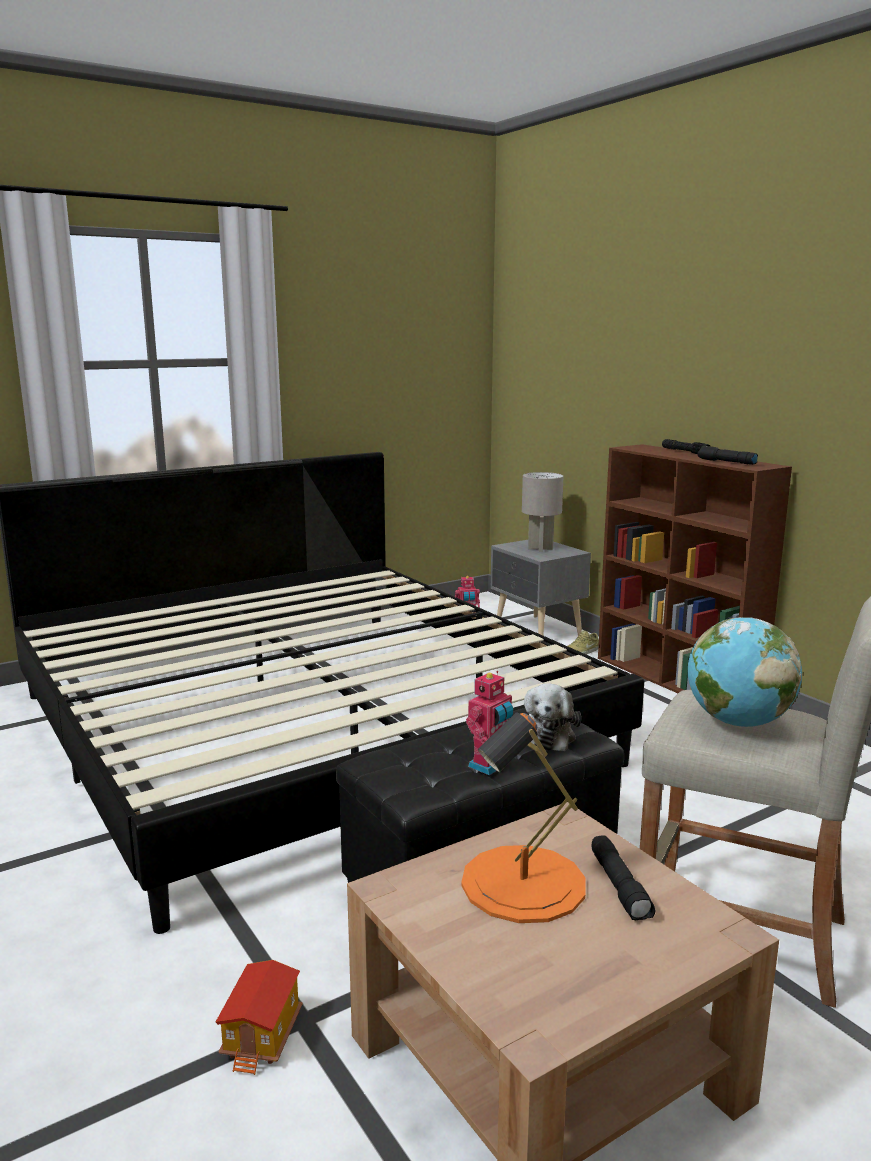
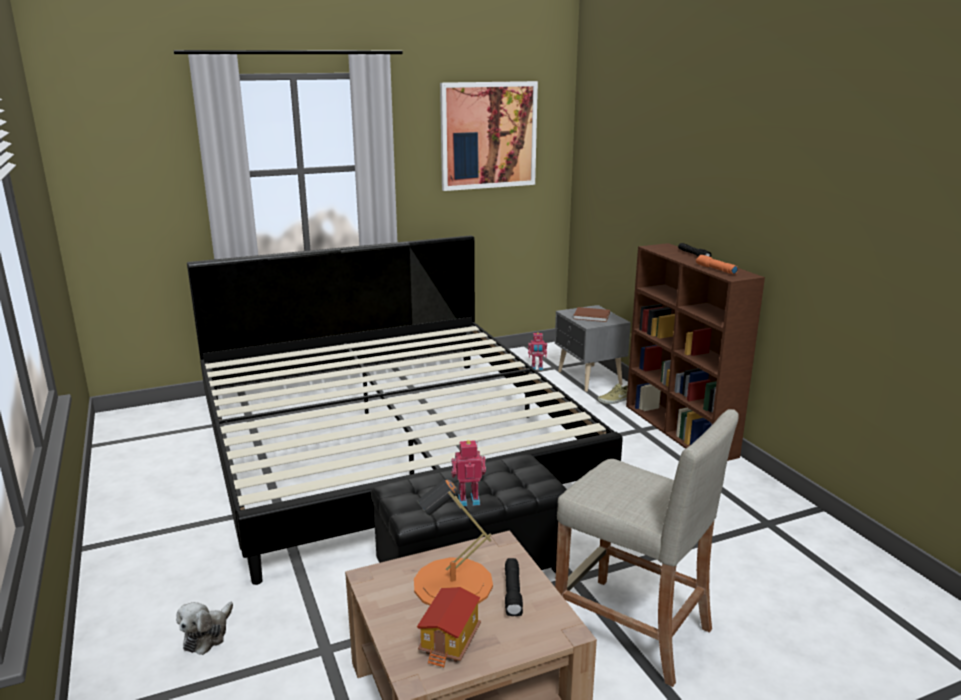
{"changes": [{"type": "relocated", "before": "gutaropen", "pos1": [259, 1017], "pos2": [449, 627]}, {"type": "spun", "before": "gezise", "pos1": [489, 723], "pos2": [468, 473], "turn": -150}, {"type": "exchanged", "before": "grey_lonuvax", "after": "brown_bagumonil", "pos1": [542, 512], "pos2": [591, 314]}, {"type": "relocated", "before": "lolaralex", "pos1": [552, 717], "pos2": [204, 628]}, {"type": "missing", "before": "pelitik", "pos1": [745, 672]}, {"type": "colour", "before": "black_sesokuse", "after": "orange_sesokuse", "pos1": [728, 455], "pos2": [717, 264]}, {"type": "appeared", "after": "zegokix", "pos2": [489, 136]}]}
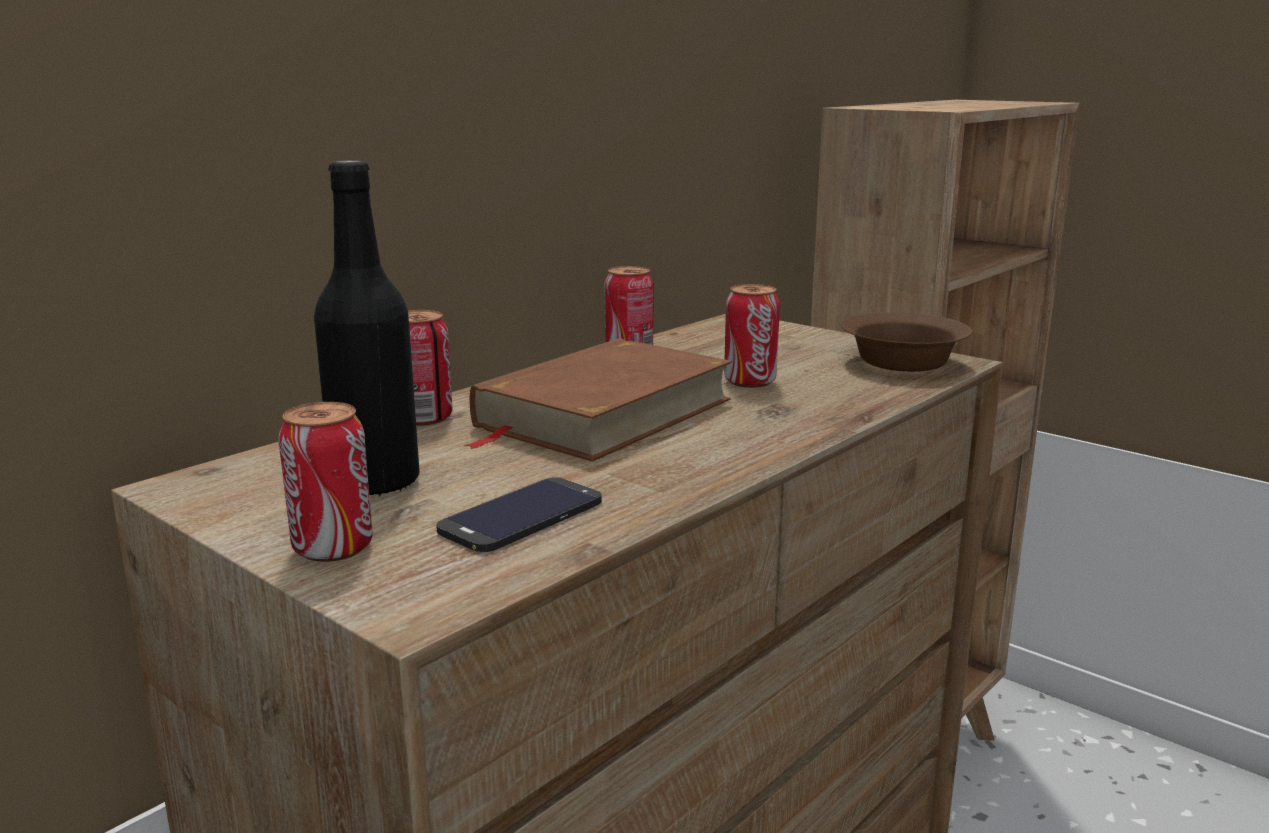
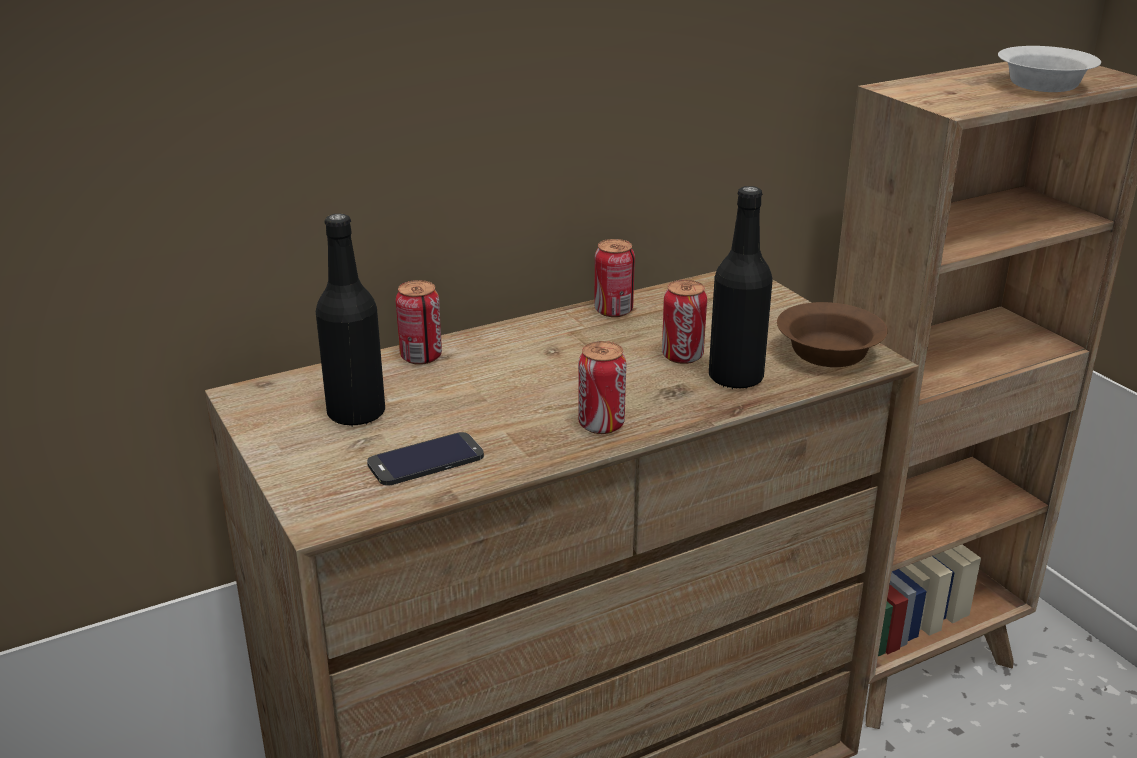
{"changes": [{"type": "relocated", "before": "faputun", "pos1": [325, 482], "pos2": [602, 387]}, {"type": "missing", "before": "brown_bagumonil", "pos1": [598, 399]}, {"type": "appeared", "after": "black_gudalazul", "pos2": [740, 287]}, {"type": "appeared", "after": "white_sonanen", "pos2": [1049, 69]}]}
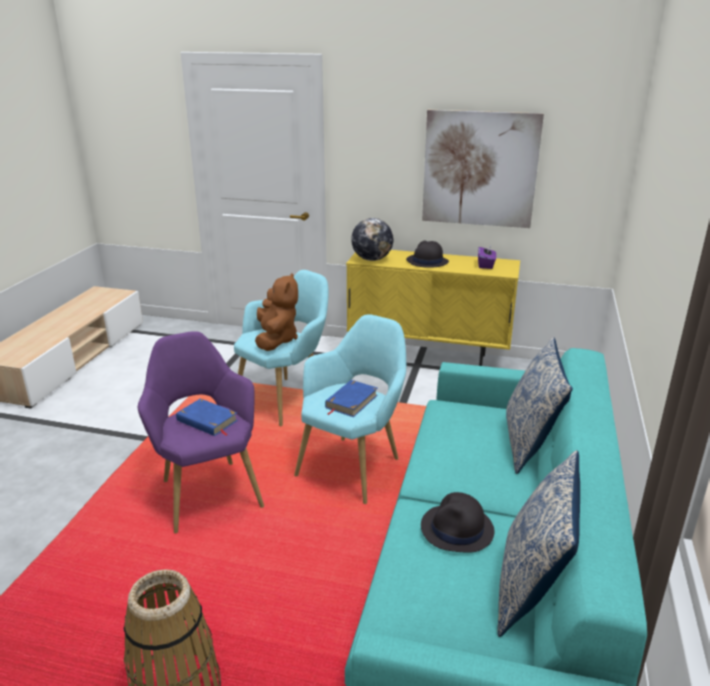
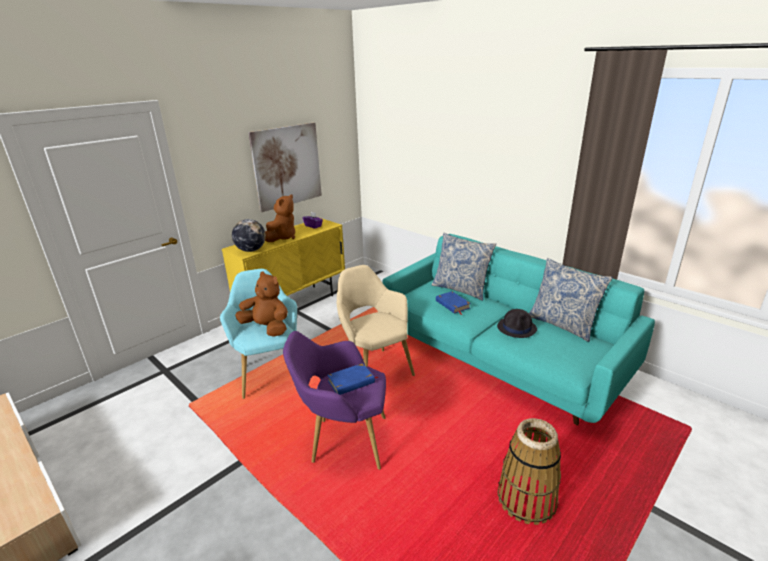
{"changes": [{"type": "colour", "before": "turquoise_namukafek", "after": "beige_namukafek", "pos1": [350, 409], "pos2": [376, 320]}, {"type": "relocated", "before": "blue_bagumonil", "pos1": [351, 398], "pos2": [453, 303]}, {"type": "exchanged", "before": "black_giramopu", "after": "brown_lolaralex", "pos1": [427, 254], "pos2": [280, 218]}]}
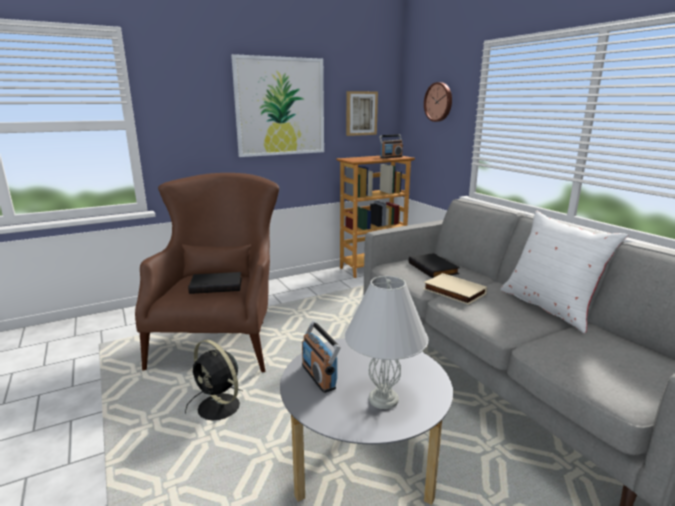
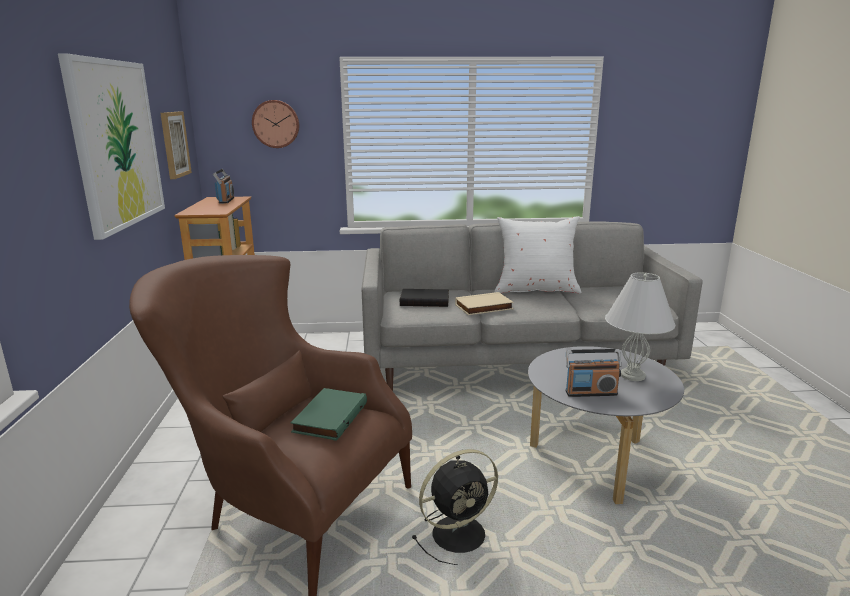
{"changes": [{"type": "colour", "before": "black_bagumonil", "after": "green_bagumonil", "pos1": [215, 283], "pos2": [328, 414]}]}
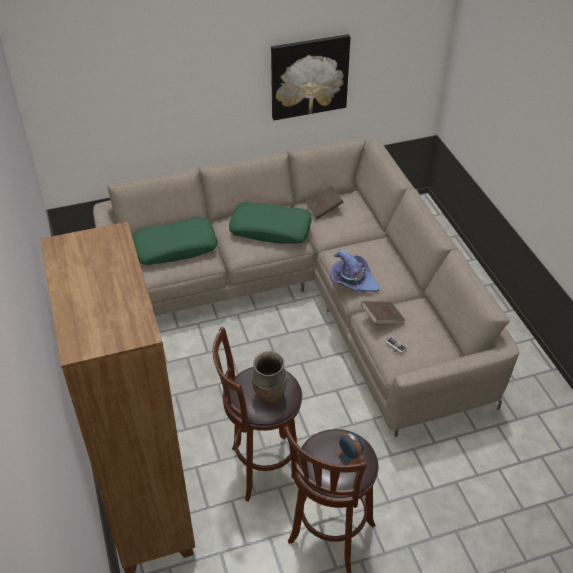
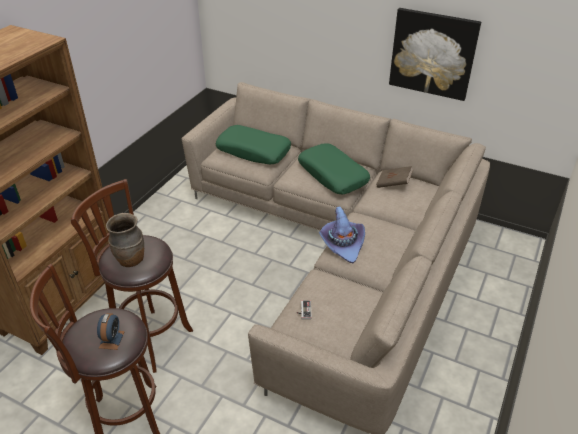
{"changes": [{"type": "missing", "before": "brown_bagumonil", "pos1": [383, 312]}]}
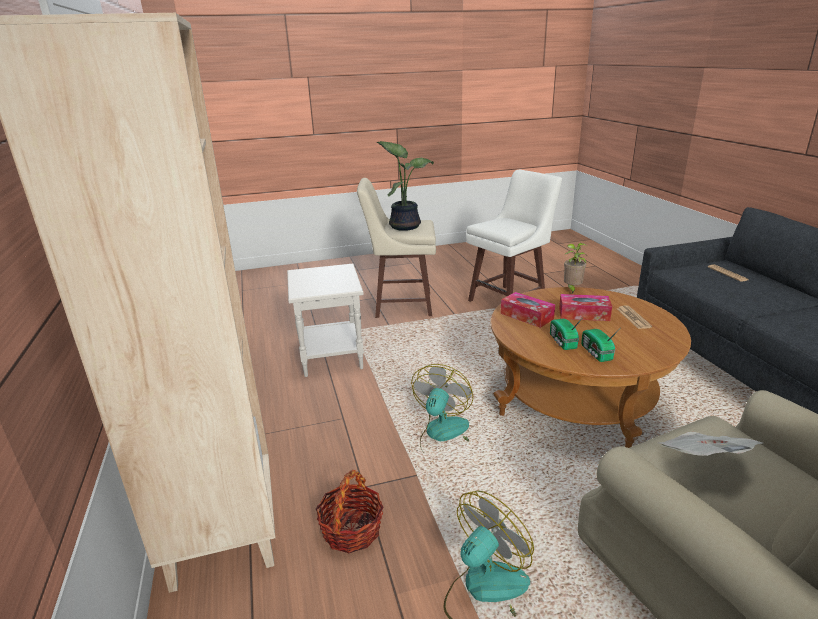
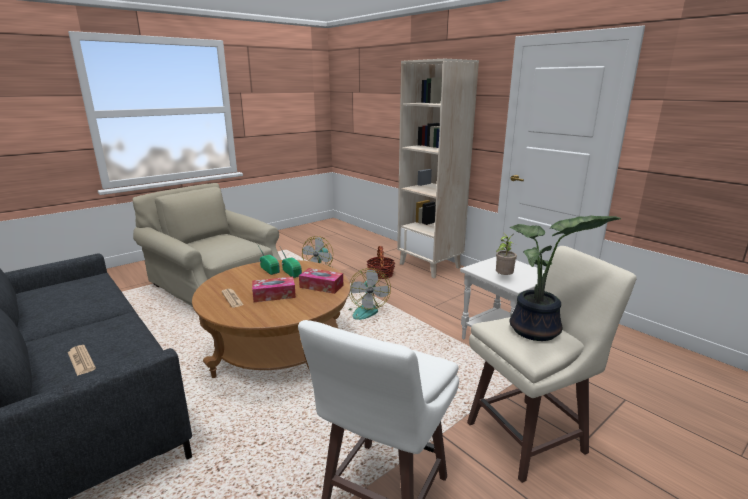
{"changes": [{"type": "relocated", "before": "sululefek", "pos1": [576, 268], "pos2": [506, 253]}, {"type": "missing", "before": "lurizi", "pos1": [710, 444]}]}
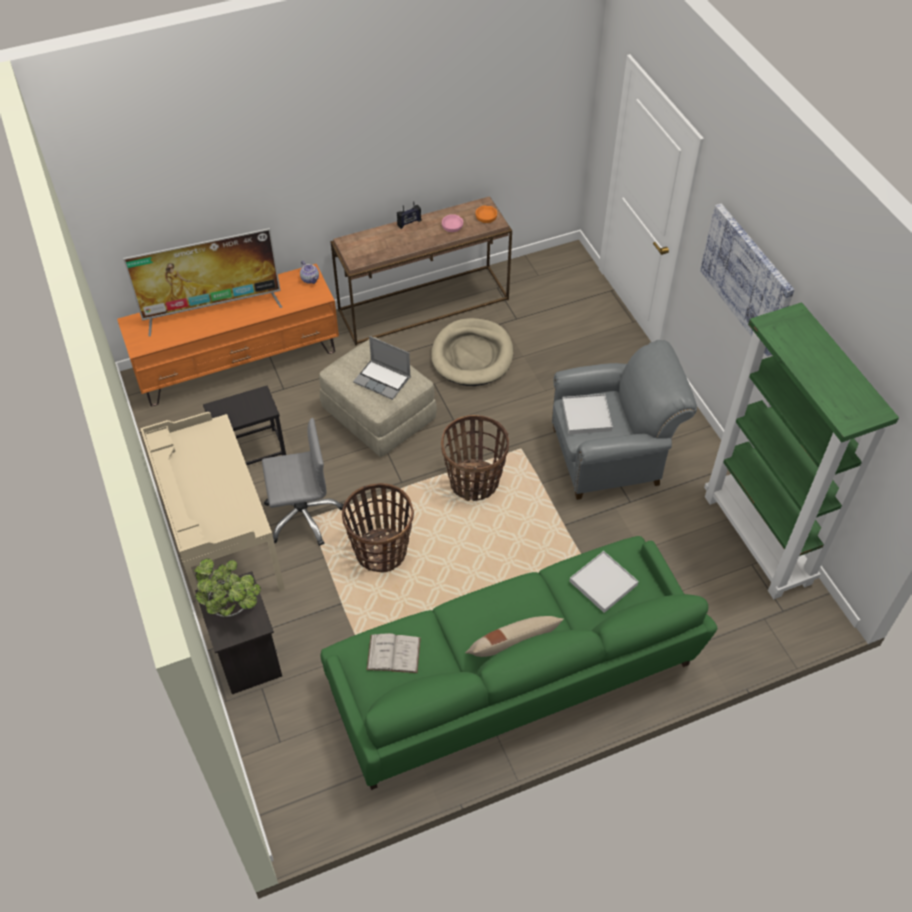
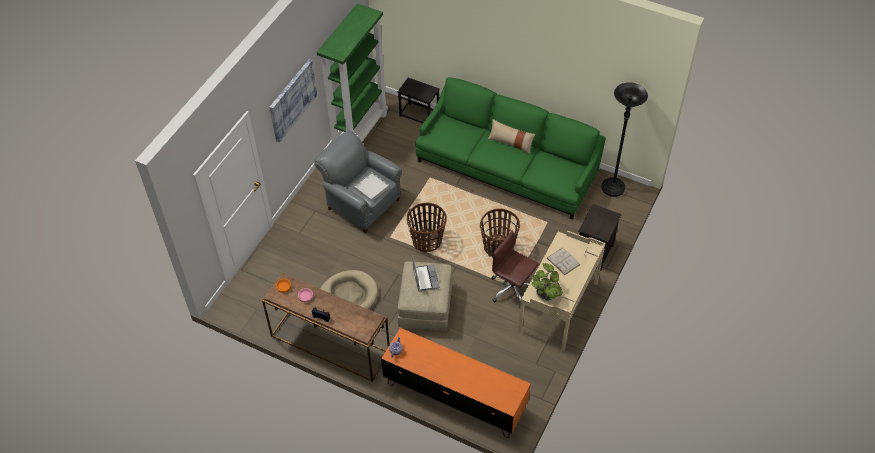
{"changes": [{"type": "missing", "before": "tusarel", "pos1": [202, 282]}, {"type": "relocated", "before": "sululefek", "pos1": [227, 587], "pos2": [547, 282]}, {"type": "relocated", "before": "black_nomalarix", "pos1": [244, 425], "pos2": [419, 100]}, {"type": "colour", "before": "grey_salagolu", "after": "brown_salagolu", "pos1": [303, 482], "pos2": [515, 268]}, {"type": "relocated", "before": "white_bagumonil", "pos1": [394, 653], "pos2": [563, 261]}, {"type": "missing", "before": "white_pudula", "pos1": [603, 582]}, {"type": "appeared", "after": "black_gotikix", "pos2": [624, 139]}]}
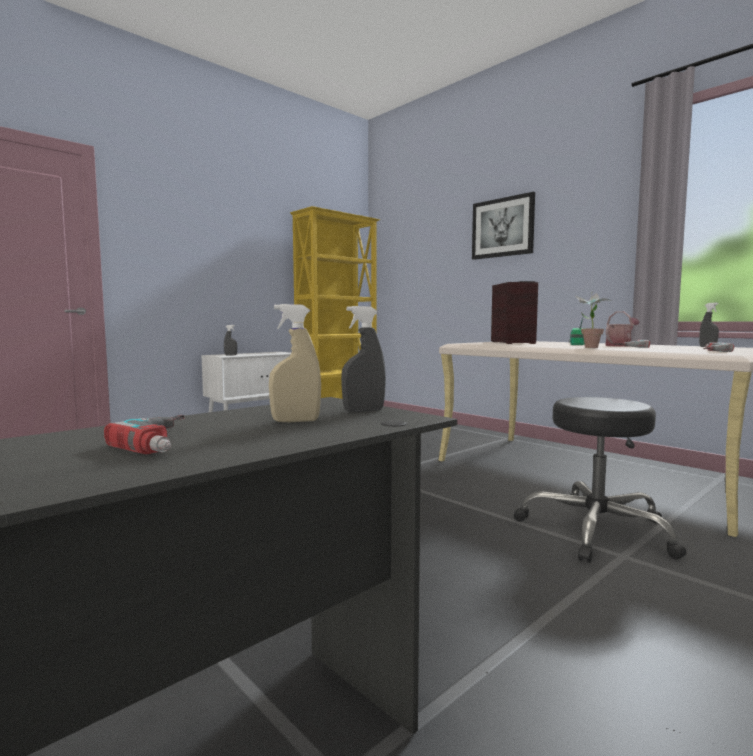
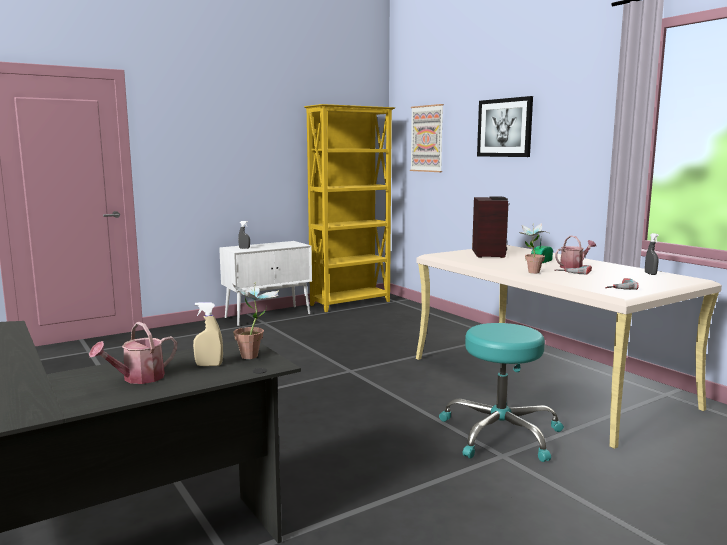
{"changes": [{"type": "exchanged", "before": "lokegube", "after": "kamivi", "pos1": [144, 435], "pos2": [133, 353]}, {"type": "exchanged", "before": "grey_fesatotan", "after": "sululefek", "pos1": [363, 359], "pos2": [256, 320]}, {"type": "colour", "before": "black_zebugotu", "after": "turquoise_zebugotu", "pos1": [600, 480], "pos2": [501, 392]}, {"type": "appeared", "after": "zegokix", "pos2": [427, 138]}]}
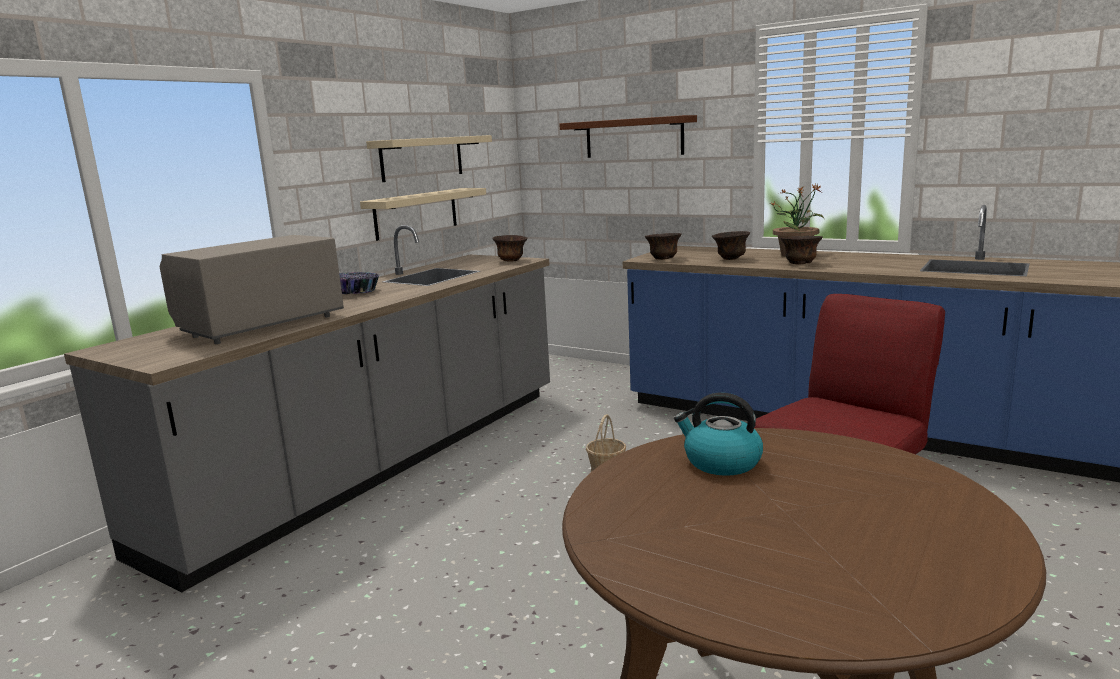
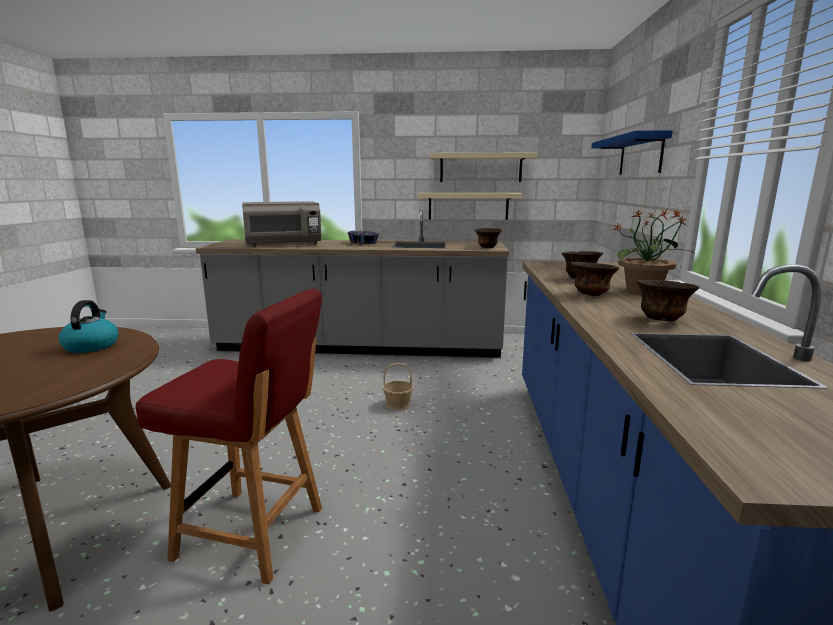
{"changes": [{"type": "spun", "before": "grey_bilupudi", "pos1": [252, 289], "pos2": [281, 224], "turn": 150}, {"type": "colour", "before": "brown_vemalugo", "after": "blue_vemalugo", "pos1": [628, 136], "pos2": [632, 152]}, {"type": "relocated", "before": "brown_sonanen", "pos1": [663, 246], "pos2": [667, 300]}]}
